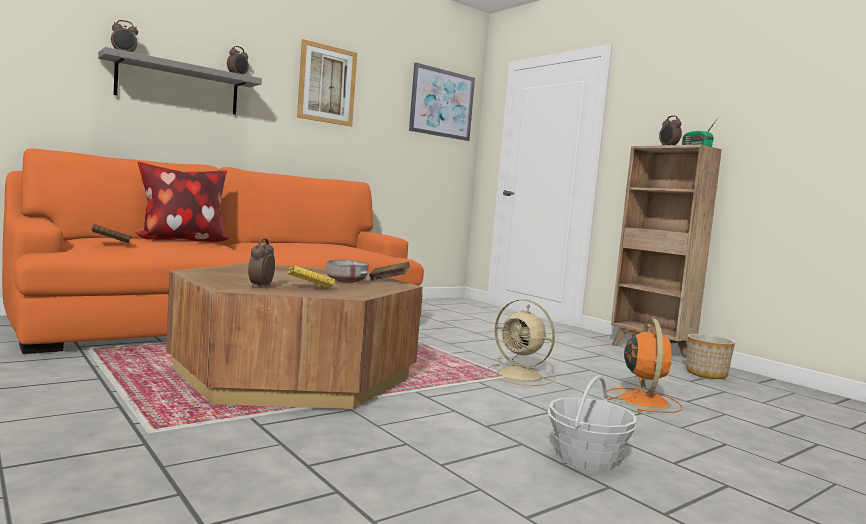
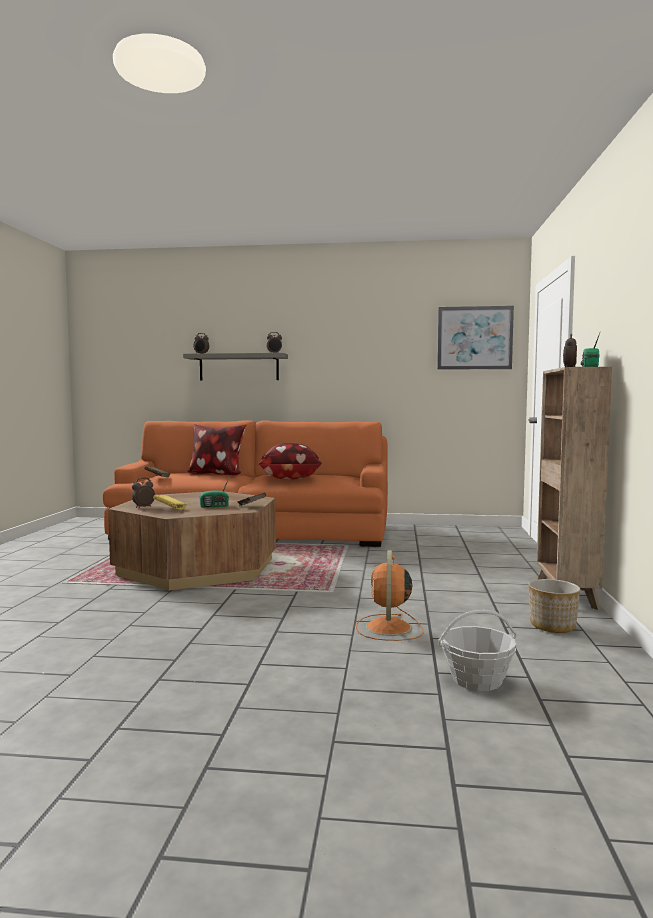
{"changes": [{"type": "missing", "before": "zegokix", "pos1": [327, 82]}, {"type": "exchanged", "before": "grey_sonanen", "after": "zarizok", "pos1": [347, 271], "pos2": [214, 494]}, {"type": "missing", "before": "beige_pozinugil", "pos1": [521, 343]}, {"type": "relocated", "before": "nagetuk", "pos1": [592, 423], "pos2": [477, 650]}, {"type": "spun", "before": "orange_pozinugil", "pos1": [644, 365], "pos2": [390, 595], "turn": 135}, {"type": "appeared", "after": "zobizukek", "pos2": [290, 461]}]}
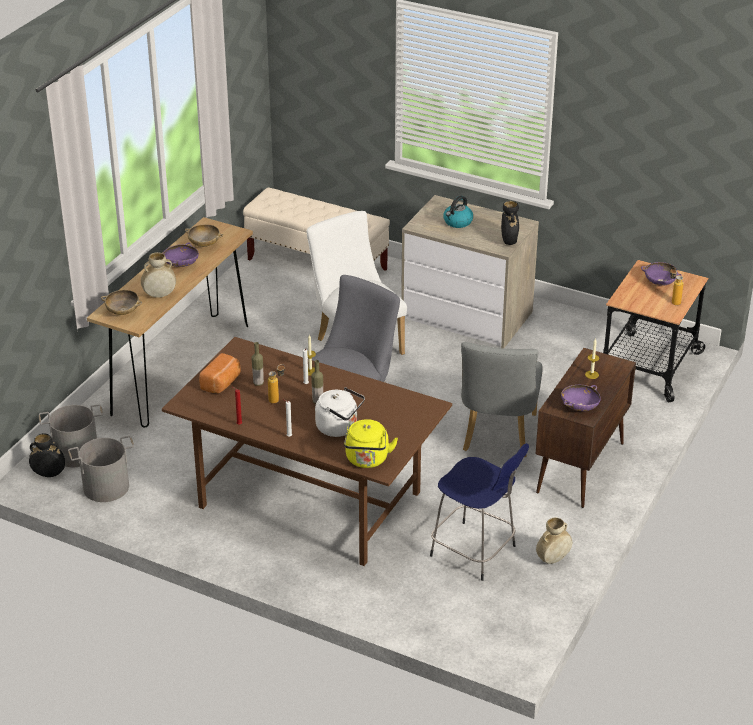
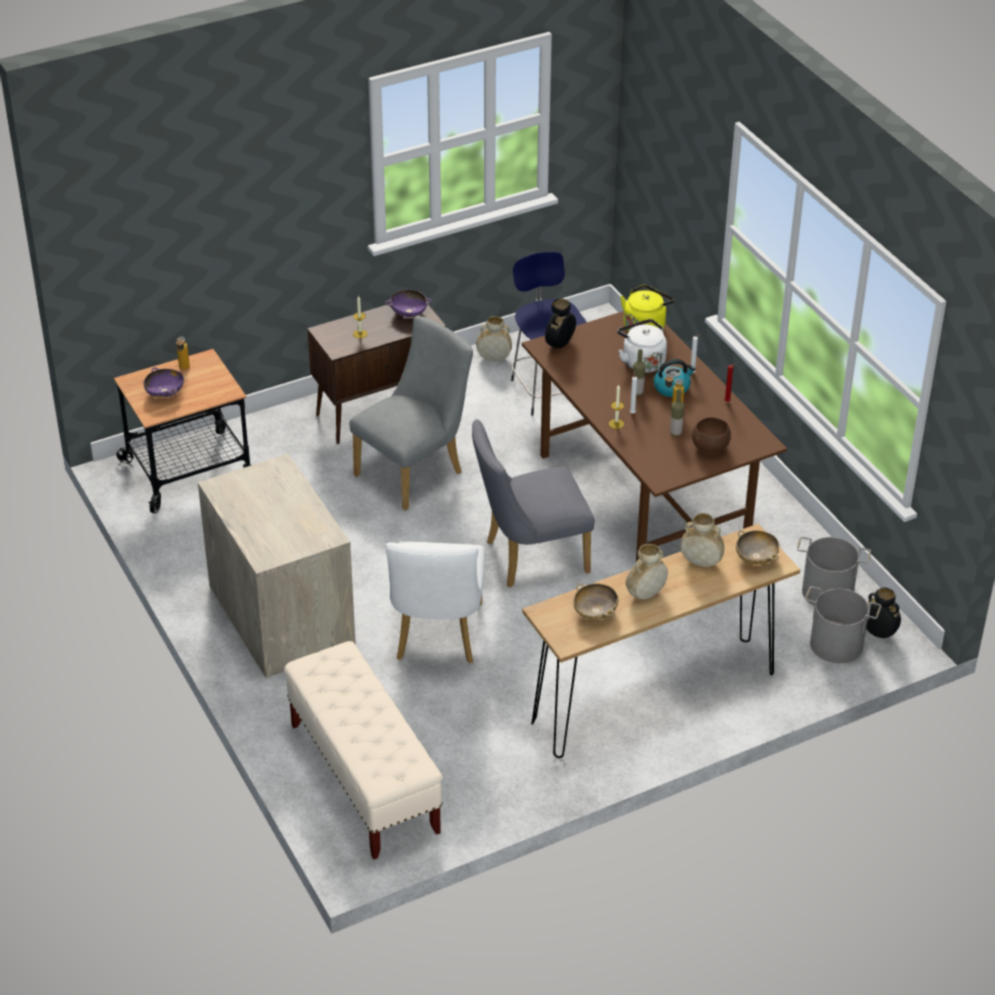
{"changes": [{"type": "exchanged", "before": "purple_sonanen", "after": "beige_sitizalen", "pos1": [181, 254], "pos2": [647, 571]}, {"type": "exchanged", "before": "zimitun", "after": "brown_sonanen", "pos1": [220, 373], "pos2": [711, 434]}, {"type": "relocated", "before": "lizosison", "pos1": [458, 212], "pos2": [675, 378]}, {"type": "relocated", "before": "black_sitizalen", "pos1": [510, 223], "pos2": [560, 323]}]}
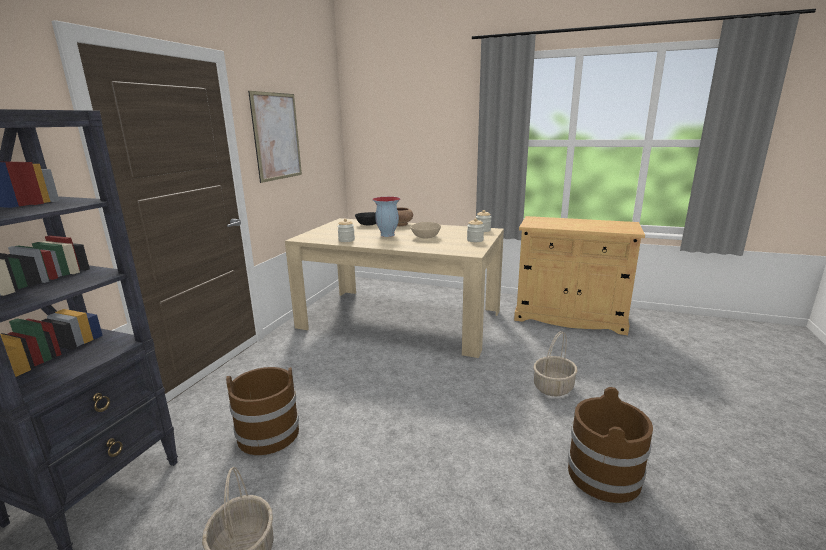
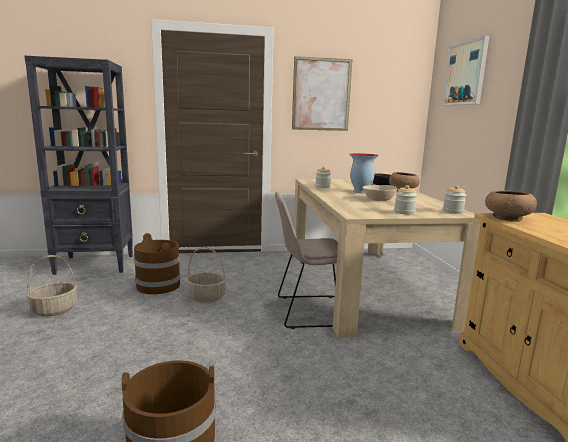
{"changes": [{"type": "relocated", "before": "nagetuk", "pos1": [555, 363], "pos2": [206, 274]}, {"type": "appeared", "after": "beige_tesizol", "pos2": [306, 260]}, {"type": "appeared", "after": "zegokix", "pos2": [465, 71]}, {"type": "appeared", "after": "brown_sonanen", "pos2": [511, 206]}]}
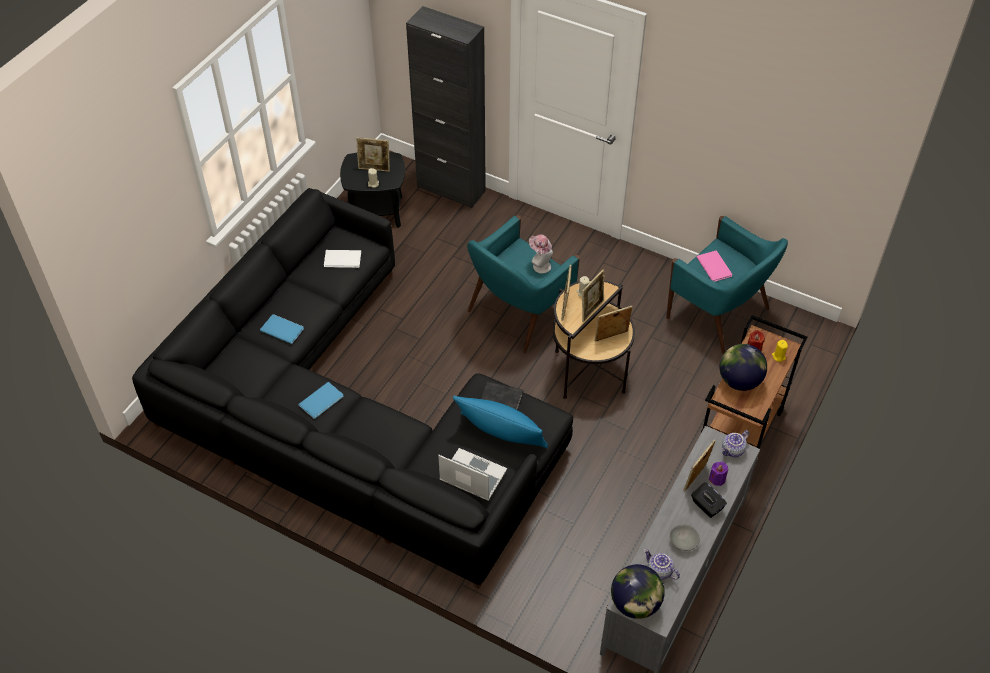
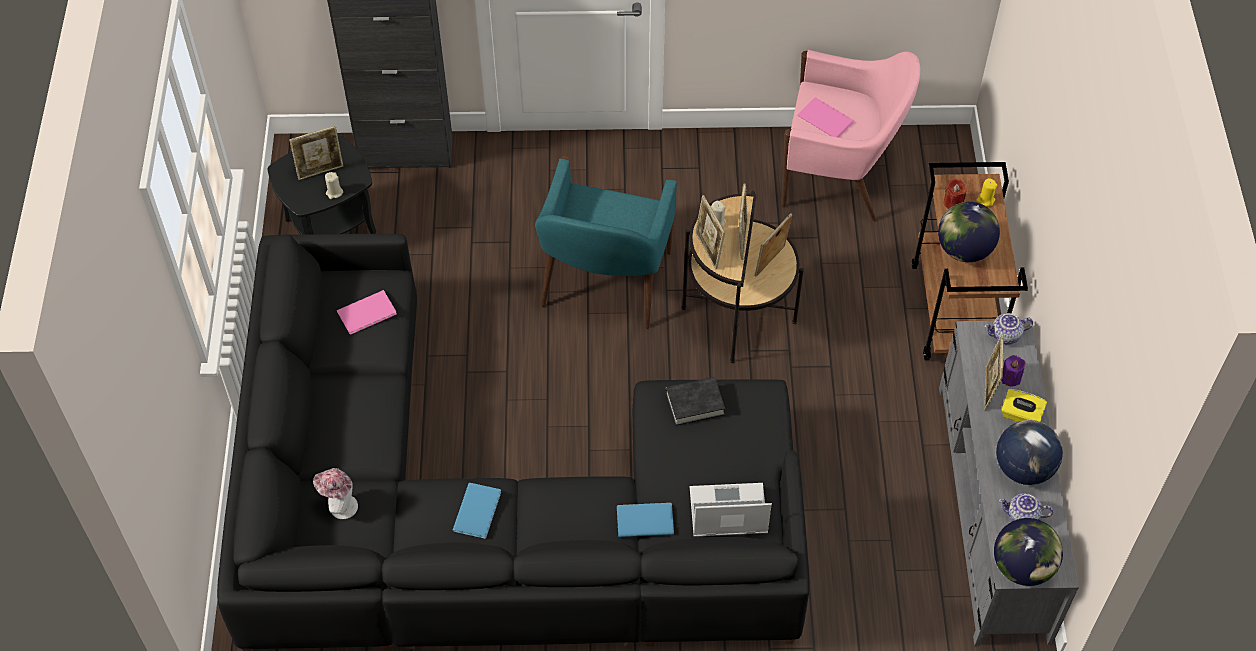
{"changes": [{"type": "relocated", "before": "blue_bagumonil", "pos1": [282, 329], "pos2": [645, 520]}, {"type": "colour", "before": "white_bagumonil", "after": "pink_bagumonil", "pos1": [342, 259], "pos2": [367, 312]}, {"type": "missing", "before": "blue_zobizukek", "pos1": [500, 422]}, {"type": "relocated", "before": "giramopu", "pos1": [541, 254], "pos2": [335, 493]}, {"type": "colour", "before": "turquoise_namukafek", "after": "pink_namukafek", "pos1": [727, 285], "pos2": [851, 135]}, {"type": "exchanged", "before": "grey_sonanen", "after": "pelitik", "pos1": [684, 537], "pos2": [1029, 452]}, {"type": "colour", "before": "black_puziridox", "after": "yellow_puziridox", "pos1": [709, 500], "pos2": [1024, 405]}, {"type": "spun", "before": "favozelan", "pos1": [735, 443], "pos2": [1008, 328], "turn": 60}]}
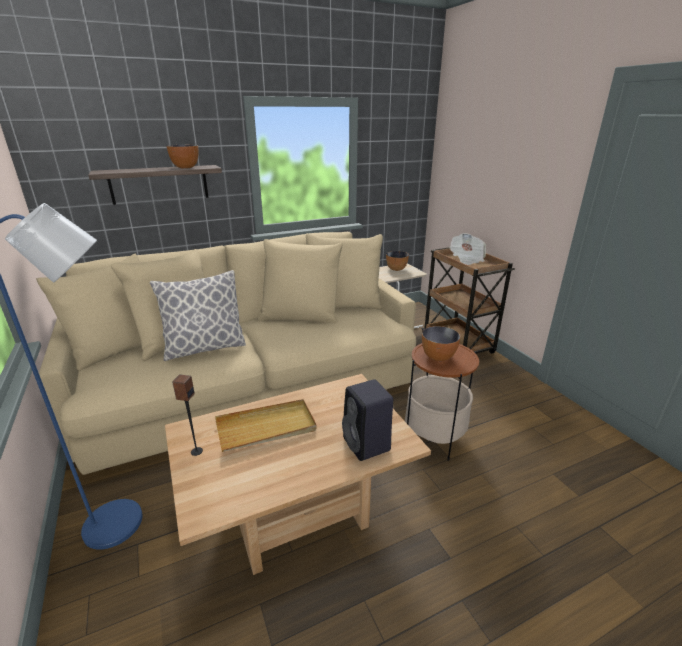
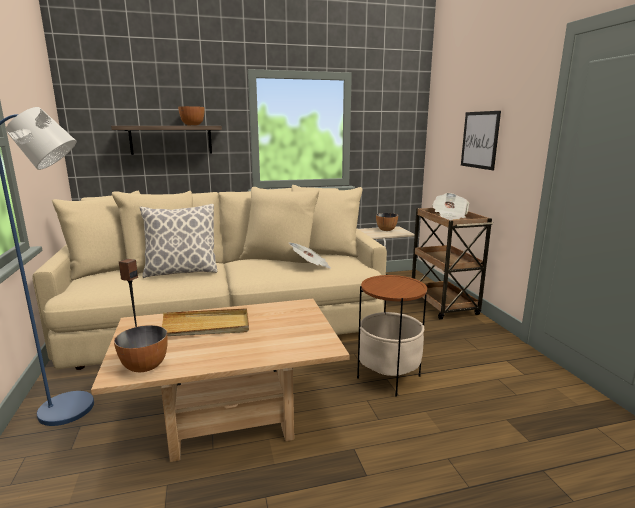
{"changes": [{"type": "missing", "before": "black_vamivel", "pos1": [367, 420]}, {"type": "relocated", "before": "sonanen", "pos1": [441, 343], "pos2": [141, 348]}, {"type": "appeared", "after": "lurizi", "pos2": [310, 255]}, {"type": "appeared", "after": "zegokix", "pos2": [481, 140]}]}
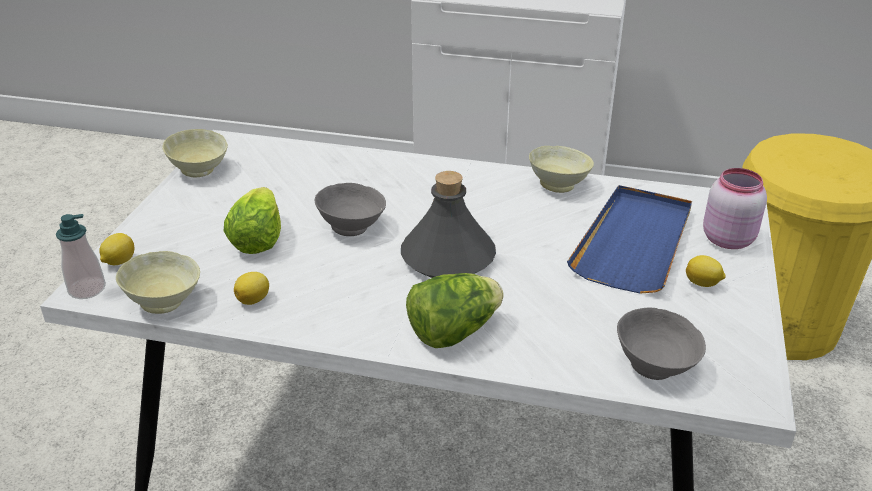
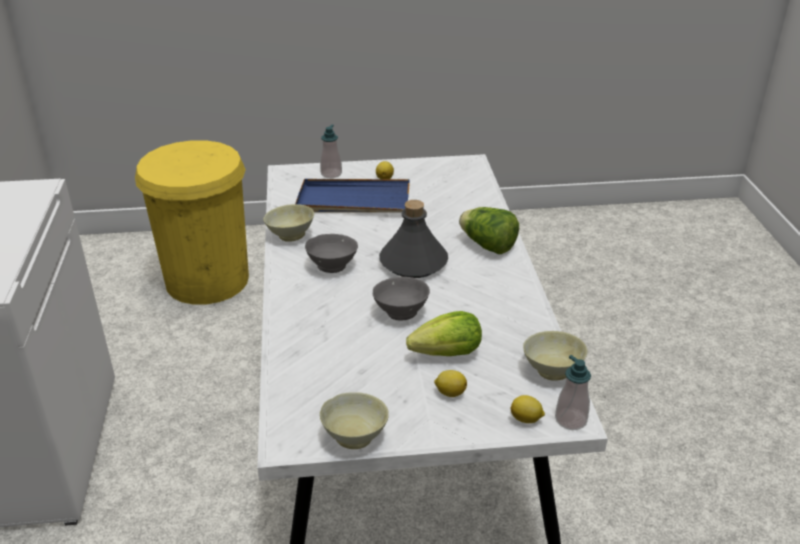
{"changes": [{"type": "relocated", "before": "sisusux", "pos1": [251, 288], "pos2": [450, 383]}, {"type": "relocated", "before": "grey_sonanen", "pos1": [661, 344], "pos2": [331, 253]}, {"type": "exchanged", "before": "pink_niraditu", "after": "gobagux", "pos1": [735, 208], "pos2": [331, 151]}]}
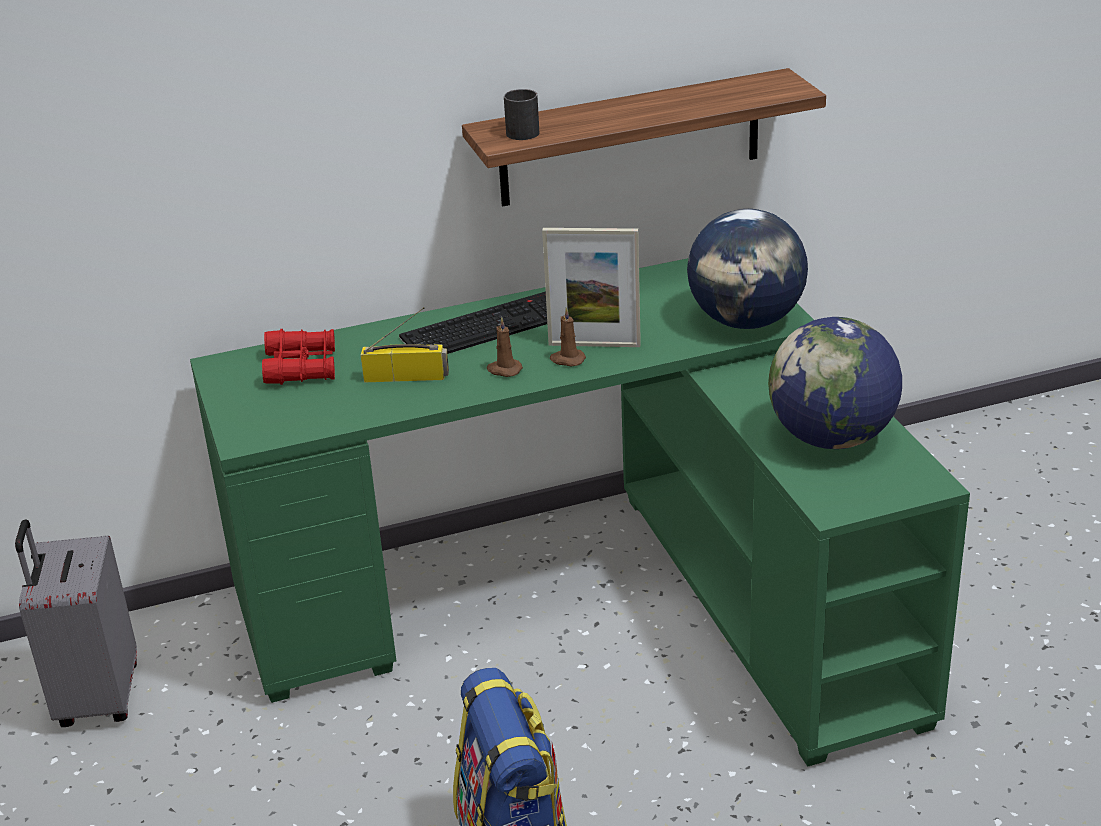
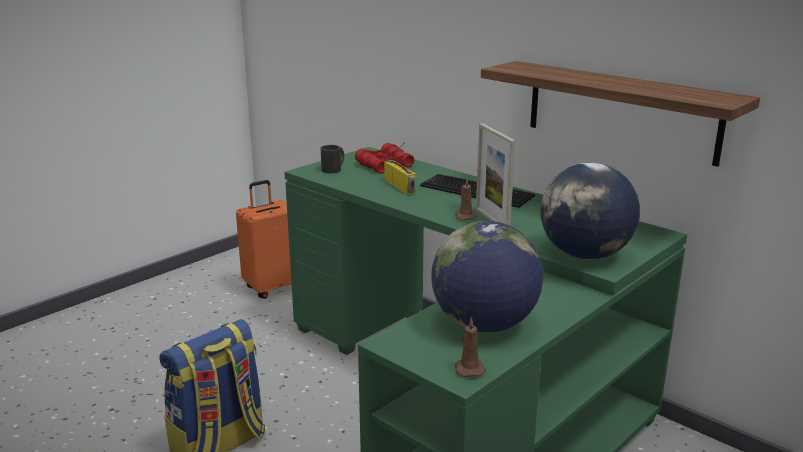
{"changes": [{"type": "colour", "before": "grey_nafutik", "after": "orange_nafutik", "pos1": [76, 623], "pos2": [264, 239]}, {"type": "relocated", "before": "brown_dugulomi", "pos1": [505, 347], "pos2": [470, 347]}, {"type": "relocated", "before": "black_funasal", "pos1": [521, 114], "pos2": [332, 159]}]}
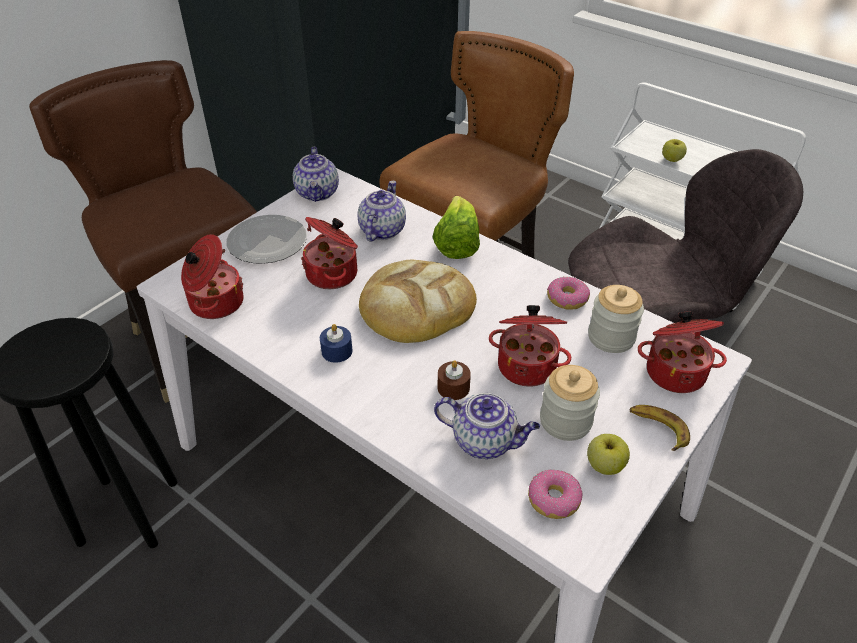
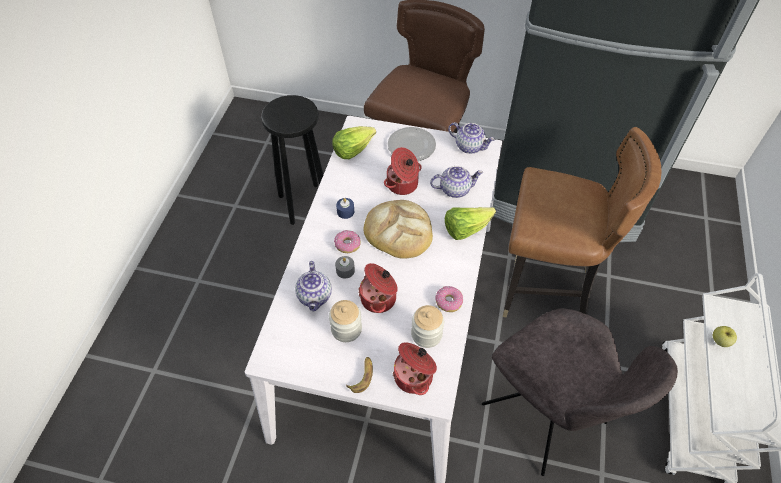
{"changes": [{"type": "exchanged", "before": "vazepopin", "after": "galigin", "pos1": [212, 276], "pos2": [354, 142]}, {"type": "spun", "before": "favozelan", "pos1": [316, 174], "pos2": [471, 138], "turn": -120}, {"type": "colour", "before": "brown_dugulomi", "after": "grey_dugulomi", "pos1": [454, 380], "pos2": [345, 267]}, {"type": "relocated", "before": "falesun", "pos1": [555, 494], "pos2": [347, 241]}, {"type": "missing", "before": "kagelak", "pos1": [608, 454]}]}
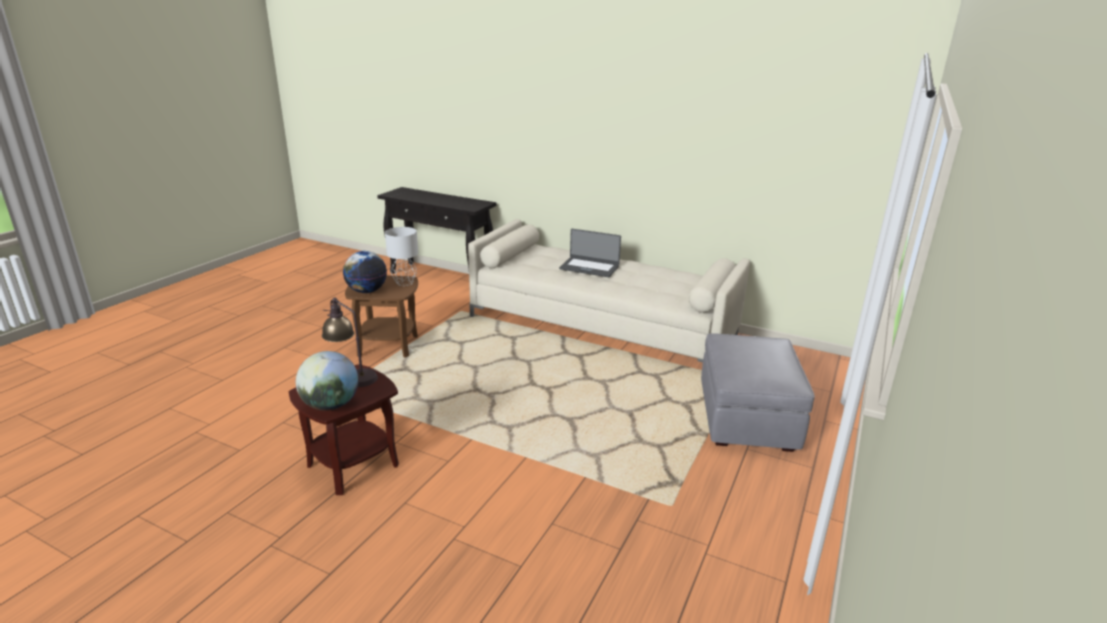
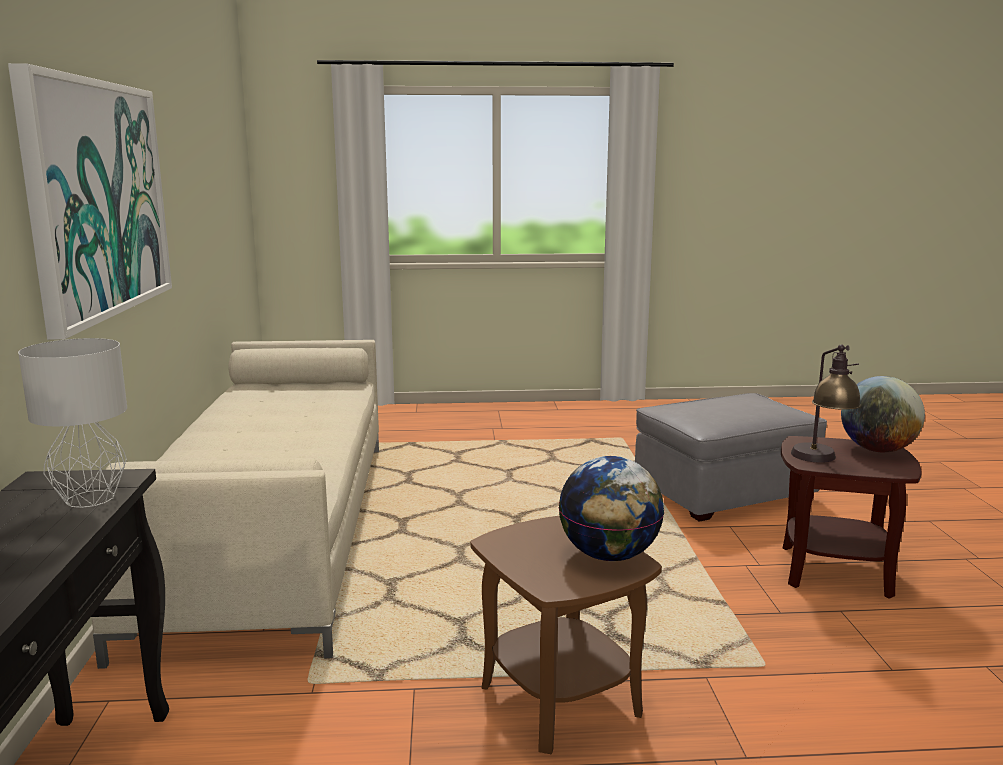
{"changes": [{"type": "relocated", "before": "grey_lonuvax", "pos1": [401, 256], "pos2": [72, 423]}, {"type": "missing", "before": "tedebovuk", "pos1": [590, 253]}, {"type": "relocated", "before": "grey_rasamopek", "pos1": [758, 392], "pos2": [731, 457]}, {"type": "appeared", "after": "zegokix", "pos2": [90, 201]}]}
